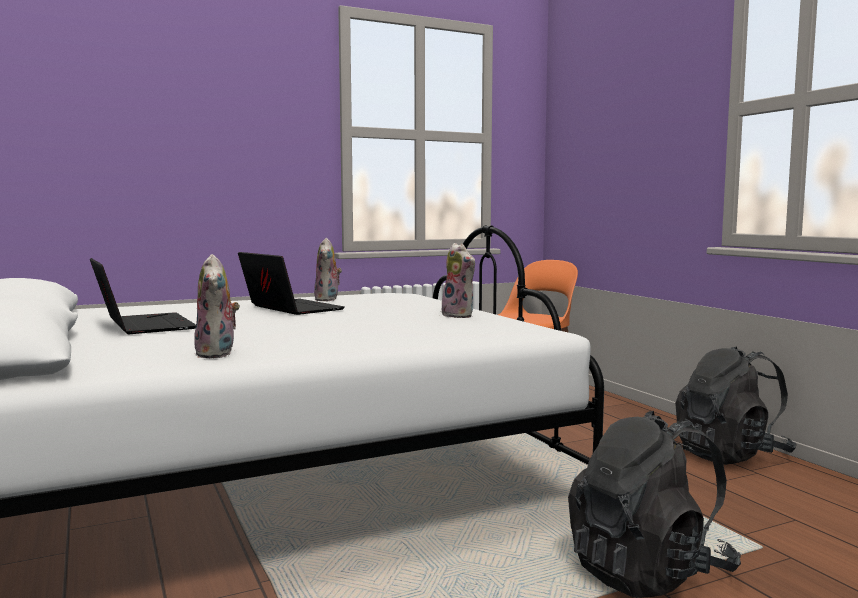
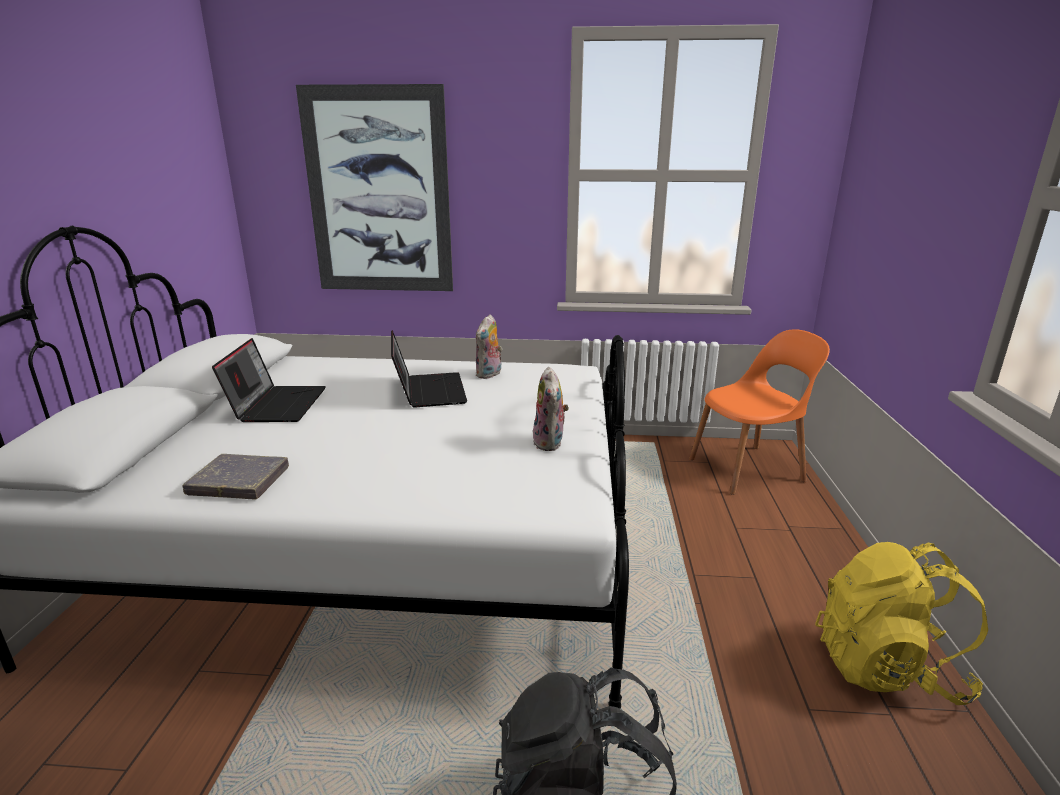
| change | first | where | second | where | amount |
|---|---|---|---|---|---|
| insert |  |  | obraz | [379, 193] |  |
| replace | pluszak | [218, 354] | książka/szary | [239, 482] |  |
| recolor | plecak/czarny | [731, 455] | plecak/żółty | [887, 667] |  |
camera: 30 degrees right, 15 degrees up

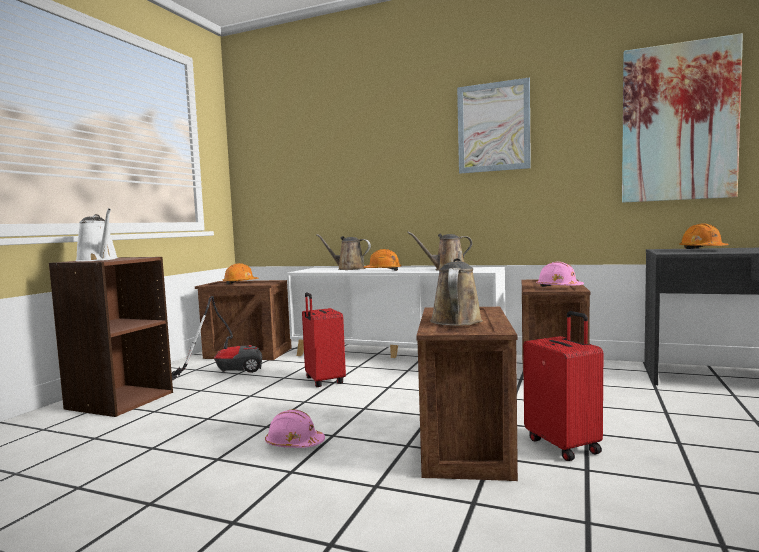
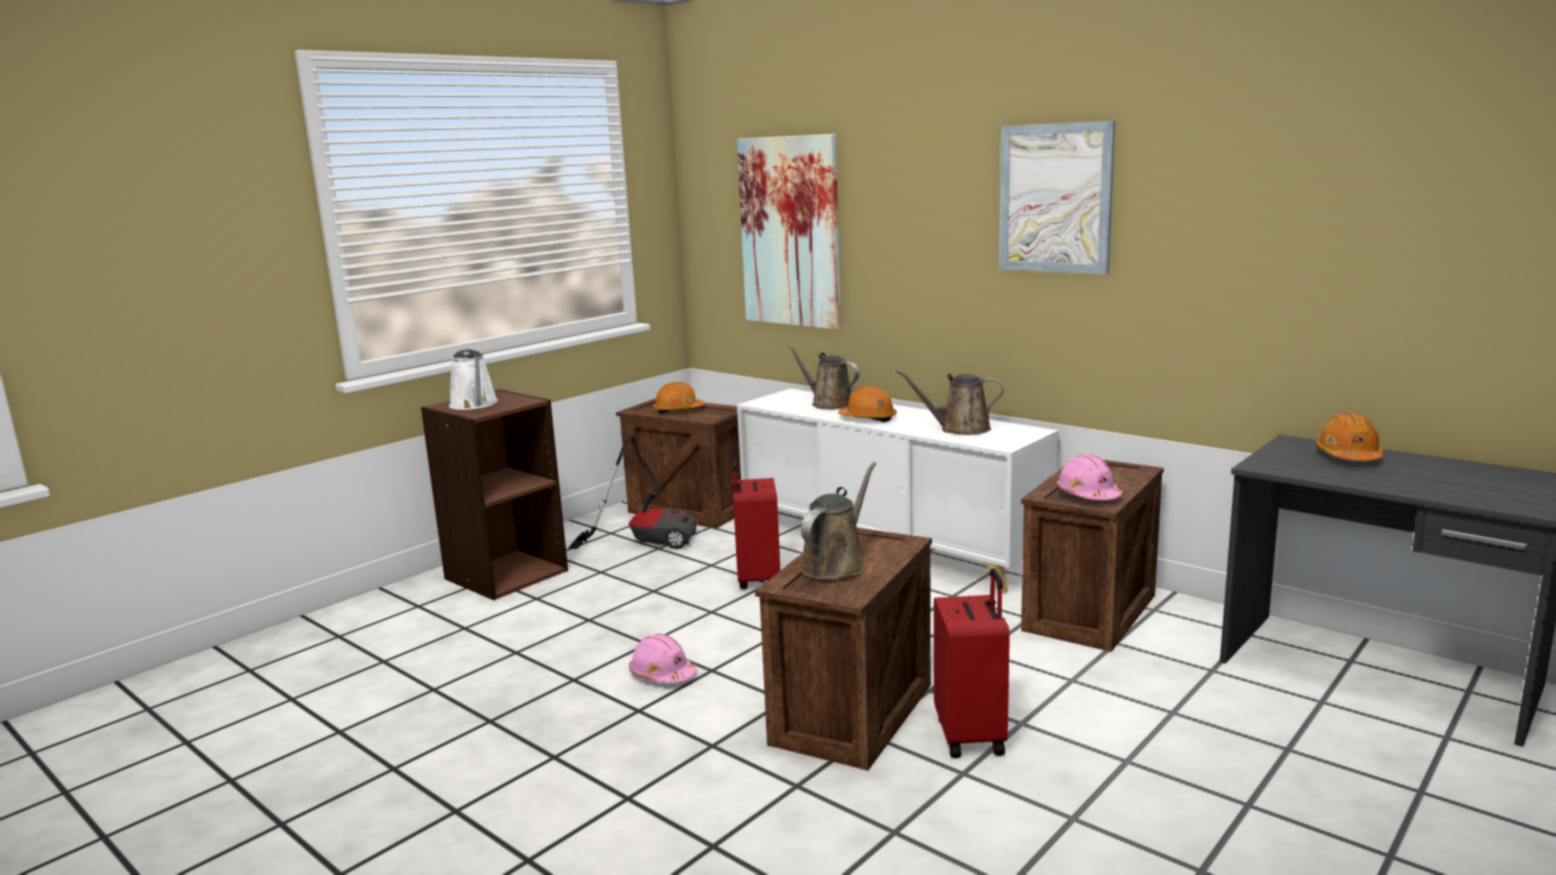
| change | first | where | second | where | amount |
|---|---|---|---|---|---|
| move | obraz | [678, 123] |  | [790, 232] |  |
camera: 20 degrees right, 10 degrees up

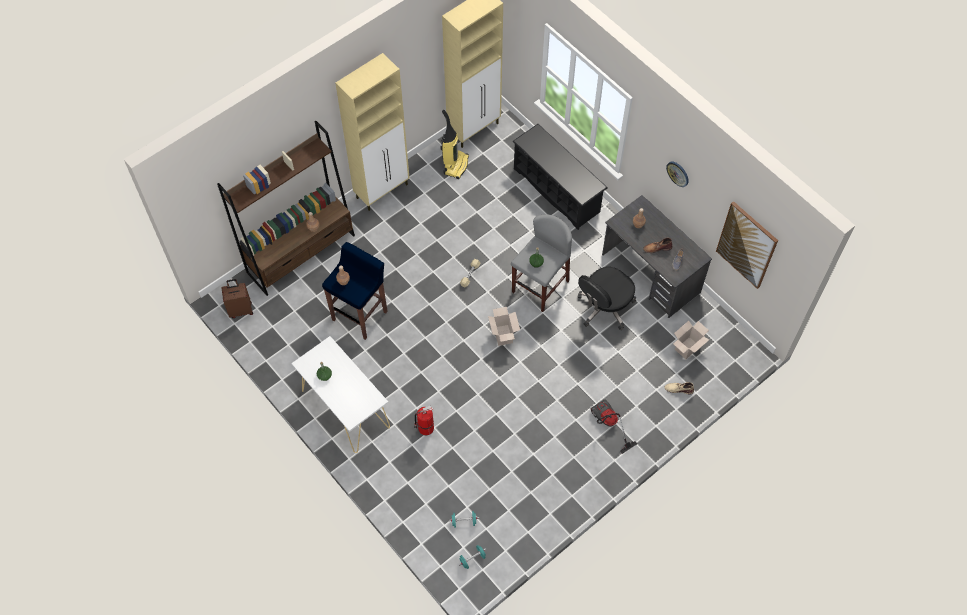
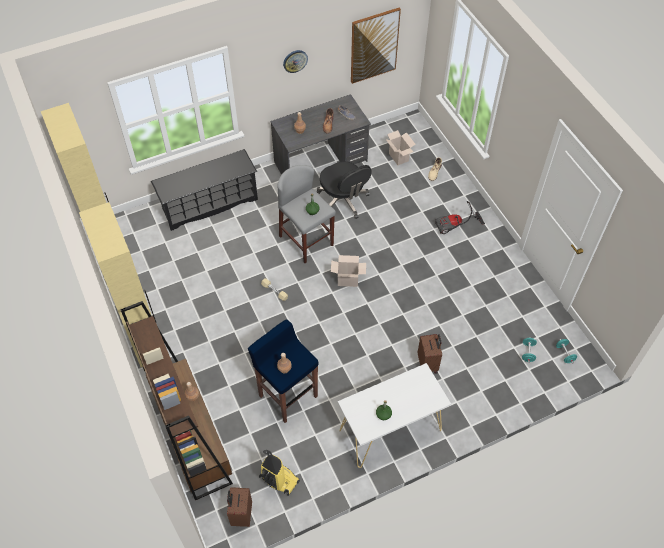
| change | first | where | second | where | amount |
|---|---|---|---|---|---|
| move | odkurzacz | [455, 165] |  | [278, 480] |  |
| replace | gaśnica | [425, 428] | walizka/brązowy | [428, 364] |  |
camera: 75 degrees left, 5 degrees down

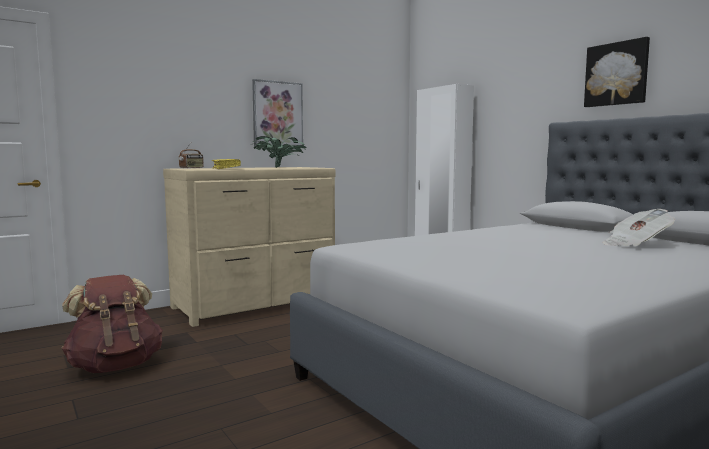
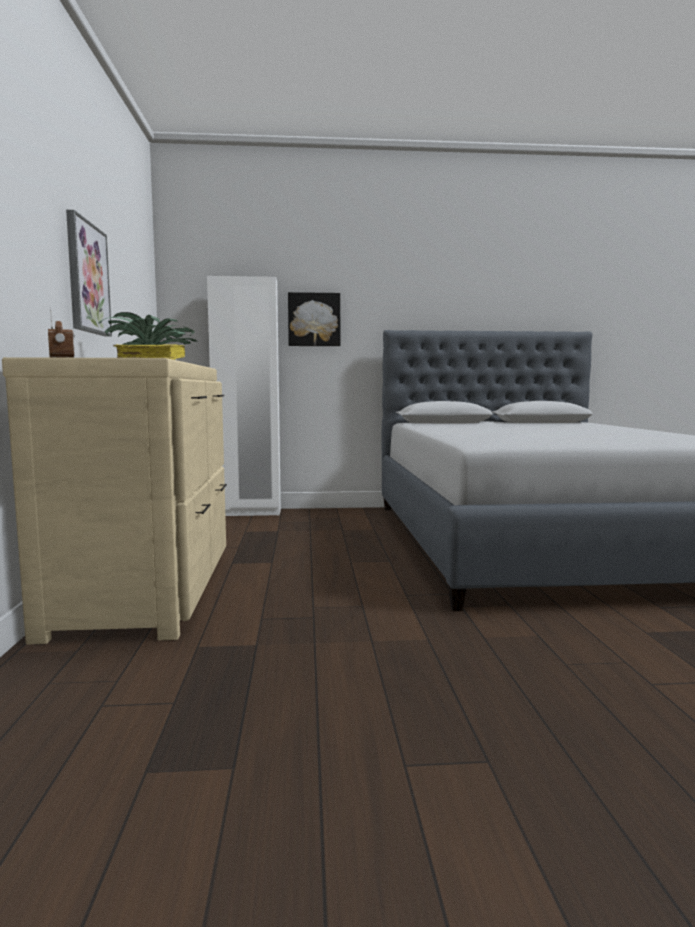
| change | first | where | second | where | amount |
|---|---|---|---|---|---|
| delete | plecak/brązowy | [116, 366] |  |  |  |
| delete | gazeta | [635, 244] |  |  |  |
| move | obraz | [616, 74] |  | [314, 320] |  |
camera: 60 degrees left, 0 degrees up

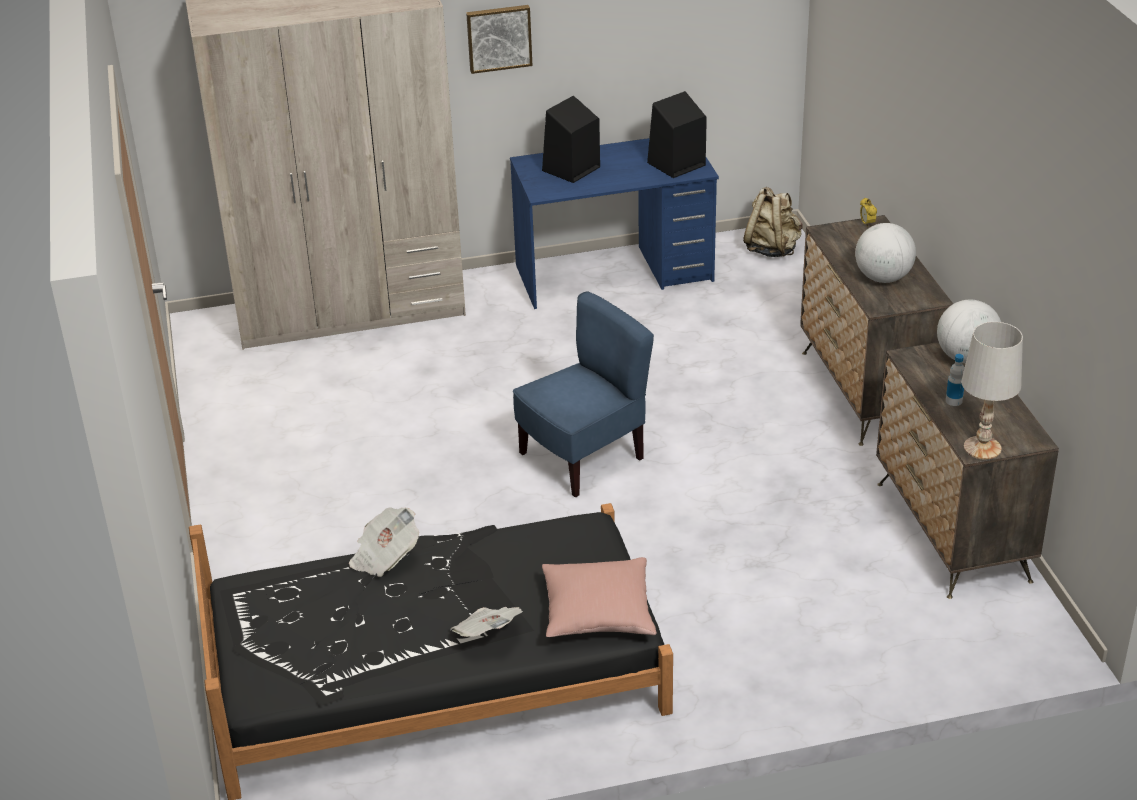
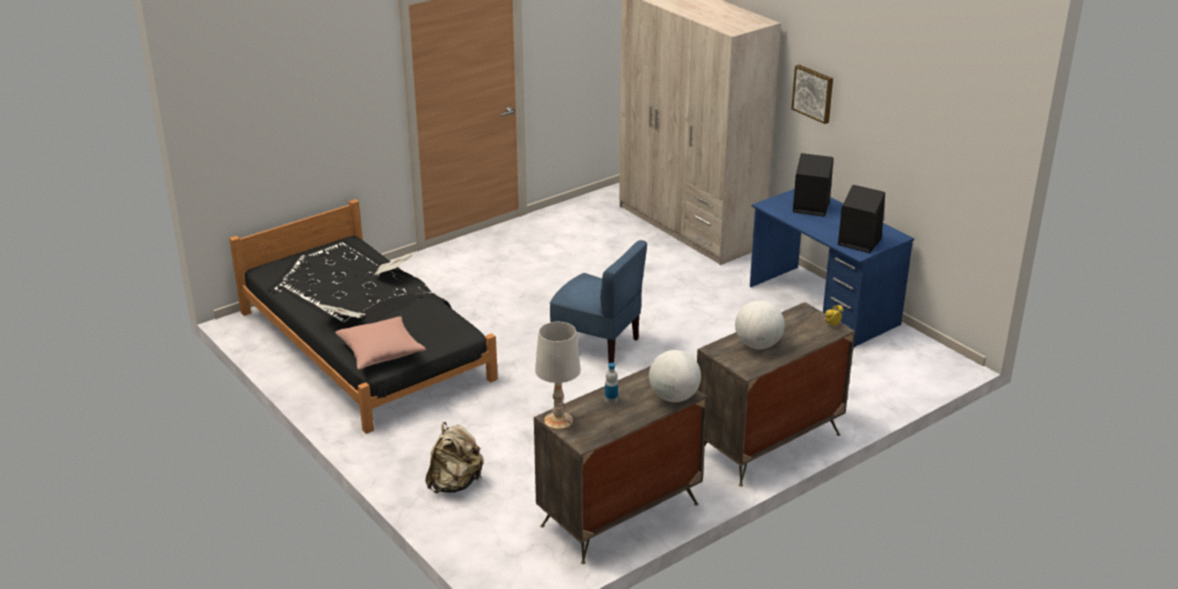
| change | first | where | second | where | amount |
|---|---|---|---|---|---|
| move | plecak/beżowy | [772, 249] |  | [455, 484] |  |
camera: 65 degrees right, 5 degrees down

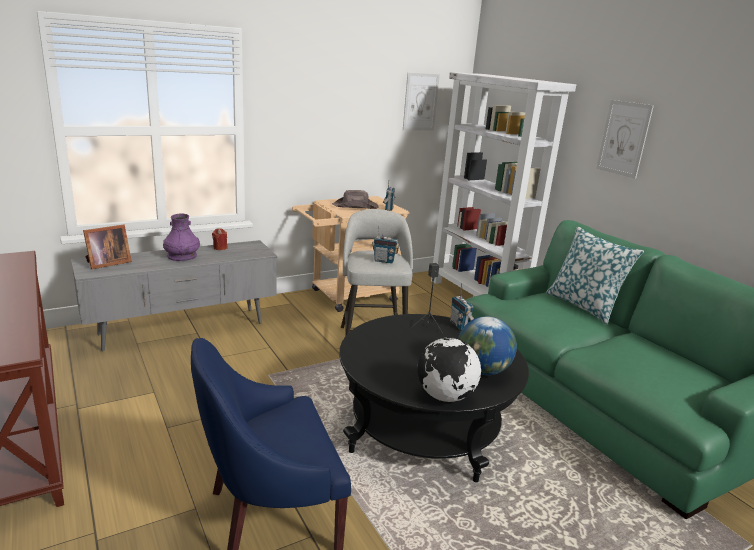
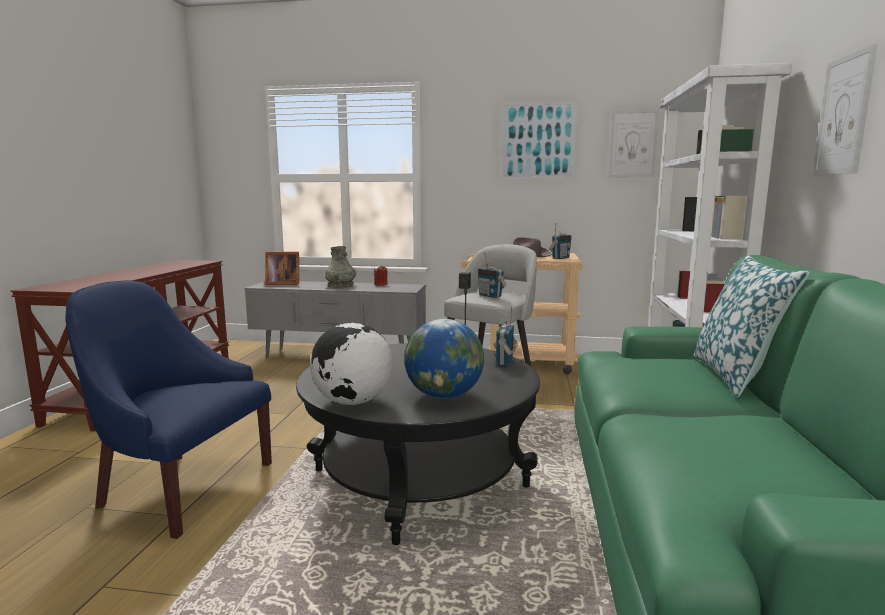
| change | first | where | second | where | amount |
|---|---|---|---|---|---|
| insert |  |  | obraz | [538, 141] |  |
| recolor | wazon/fioletowy | [182, 256] | wazon/szary | [340, 285] |  |
camera: 40 degrees right, 10 degrees down

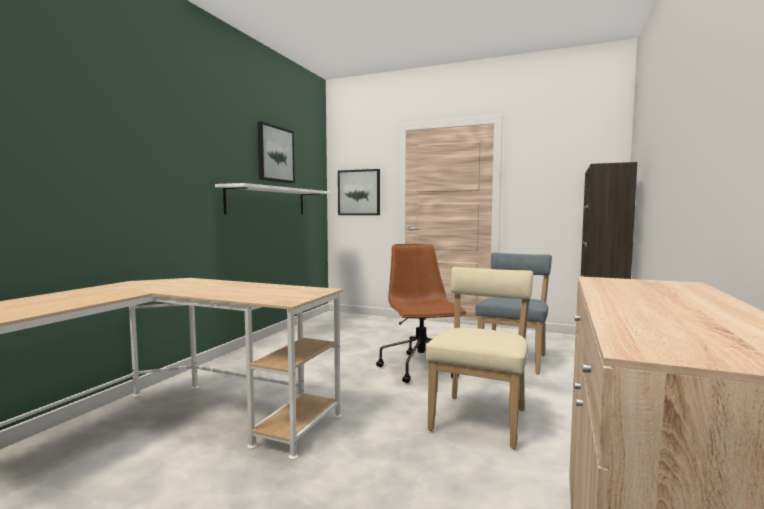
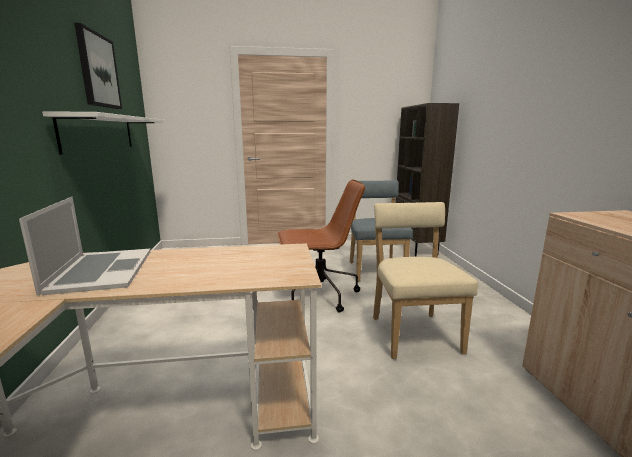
| change | first | where | second | where | amount |
|---|---|---|---|---|---|
| delete | obraz | [359, 192] |  |  |  |
| insert |  |  | laptop | [100, 270] |  |
| rotate | krzesło biurowe/brązowy | [421, 368] |  | [319, 295] | 120 degrees clockwise |
camera: 30 degrees left, 10 degrees up

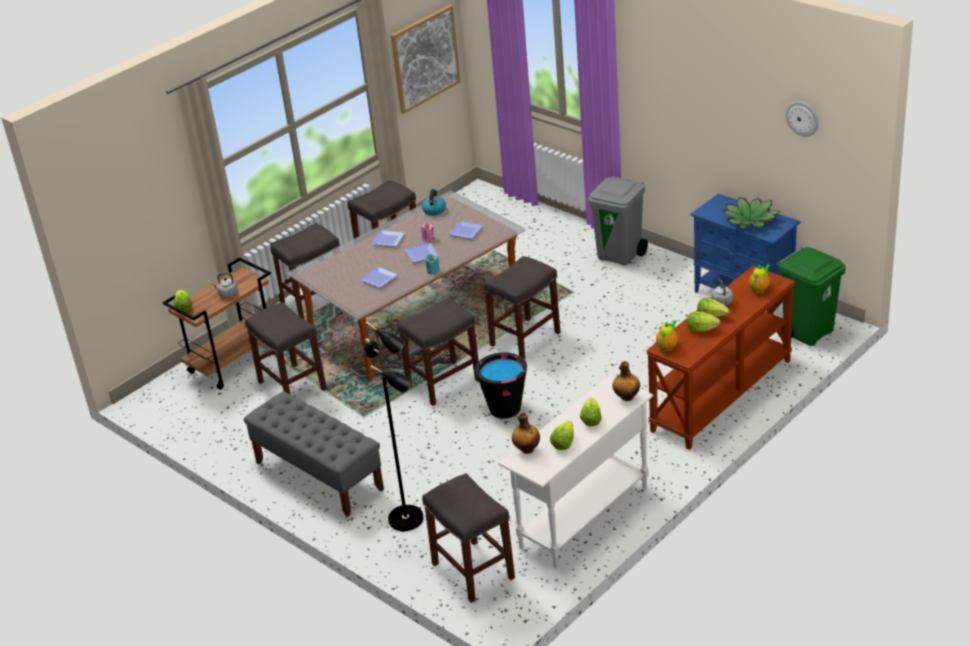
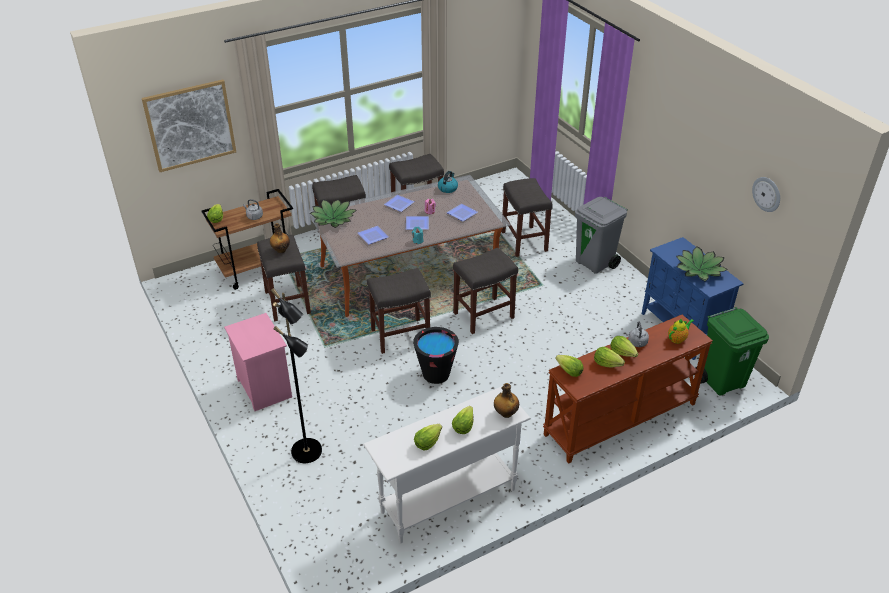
| change | first | where | second | where | amount |
|---|---|---|---|---|---|
| insert |  |  | roślina doniczkowa | [333, 218] |  |
| move | obraz | [425, 58] |  | [190, 125] |  |
| move | stołek/szary | [474, 571] |  | [524, 241] |  |
| move | butelka | [527, 449] |  | [281, 250] |  |
| replace | ławka/szary | [318, 475] | szafka nocna/różowy | [263, 388] |  |
| replace | imbryk | [667, 346] | sałata | [569, 372] |  |
camera: 15 degrees right, 5 degrees up

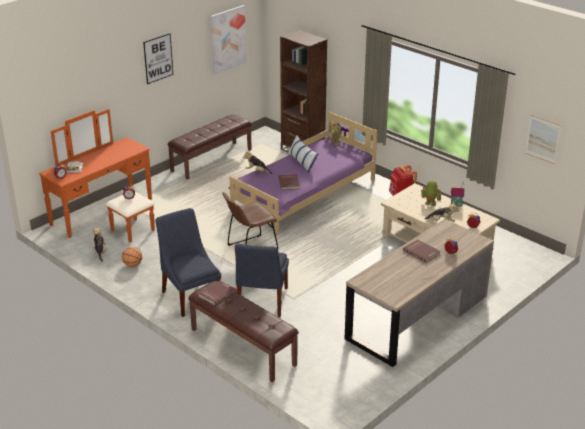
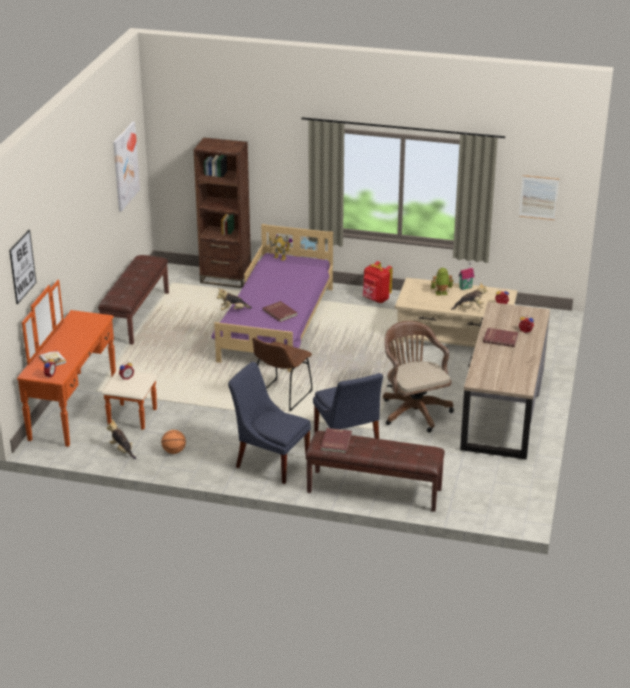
| change | first | where | second | where | amount |
|---|---|---|---|---|---|
| delete | poduszka | [302, 162] |  |  |  |
| insert |  |  | krzesło biurowe/brązowy | [414, 410] |  |
| move | obraz | [158, 58] |  | [22, 266] |  |
camera: 30 degrees left, 0 degrees up

